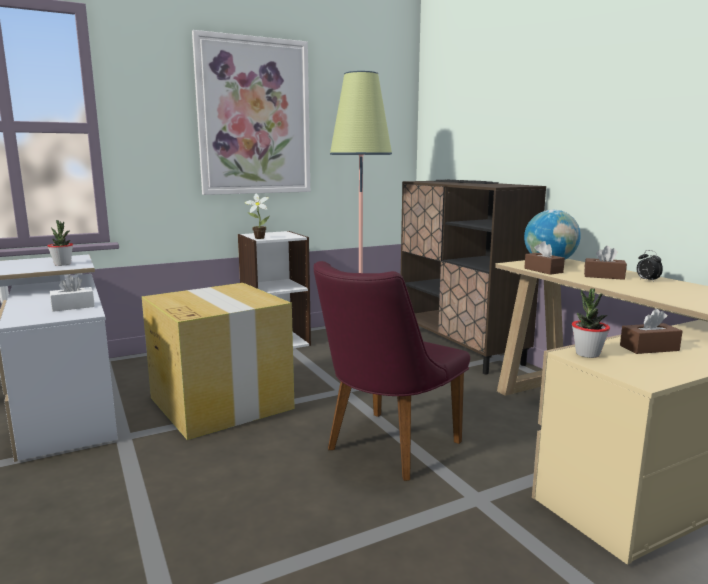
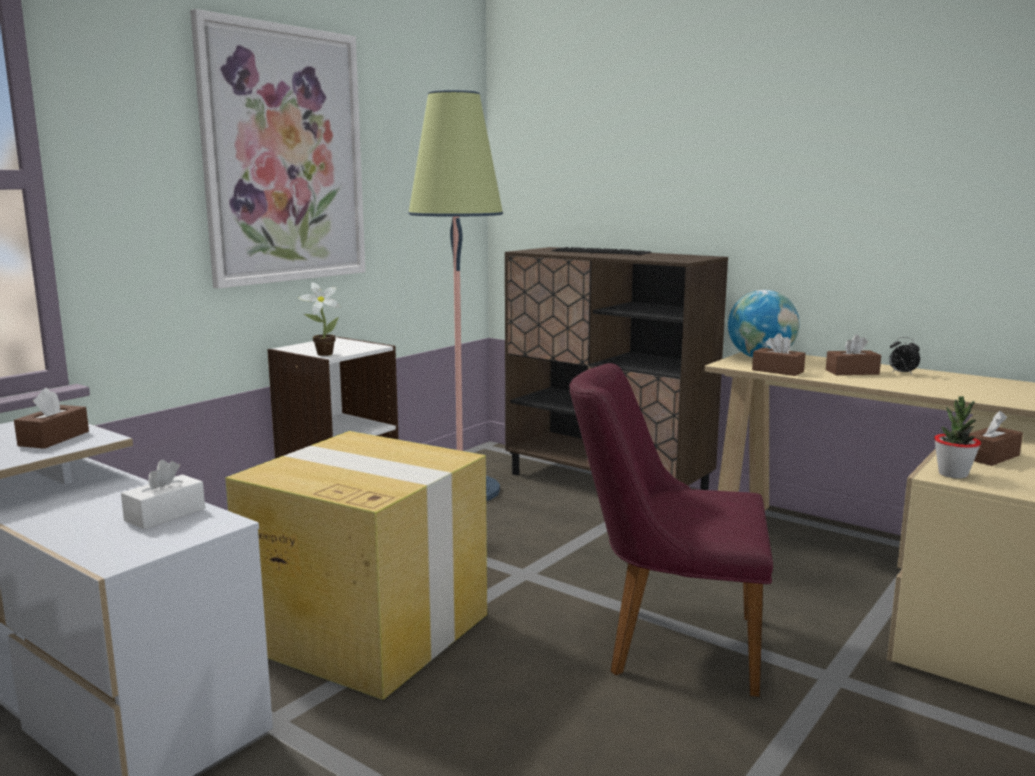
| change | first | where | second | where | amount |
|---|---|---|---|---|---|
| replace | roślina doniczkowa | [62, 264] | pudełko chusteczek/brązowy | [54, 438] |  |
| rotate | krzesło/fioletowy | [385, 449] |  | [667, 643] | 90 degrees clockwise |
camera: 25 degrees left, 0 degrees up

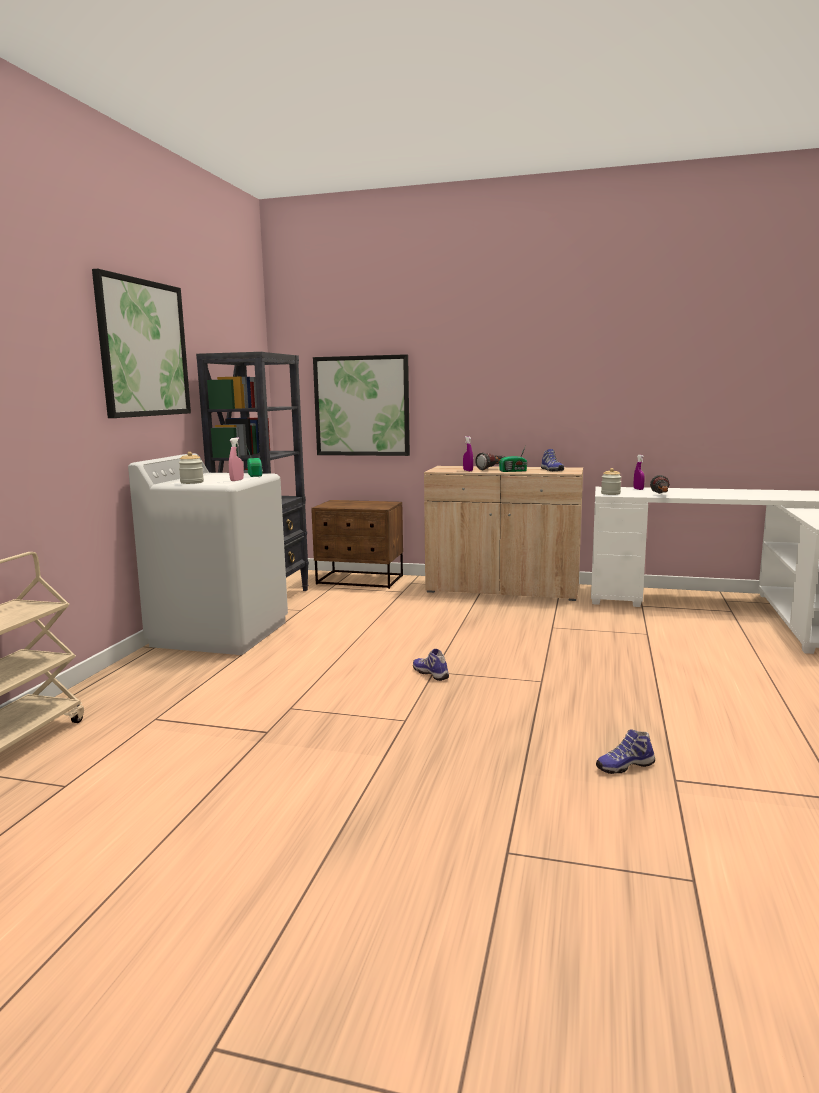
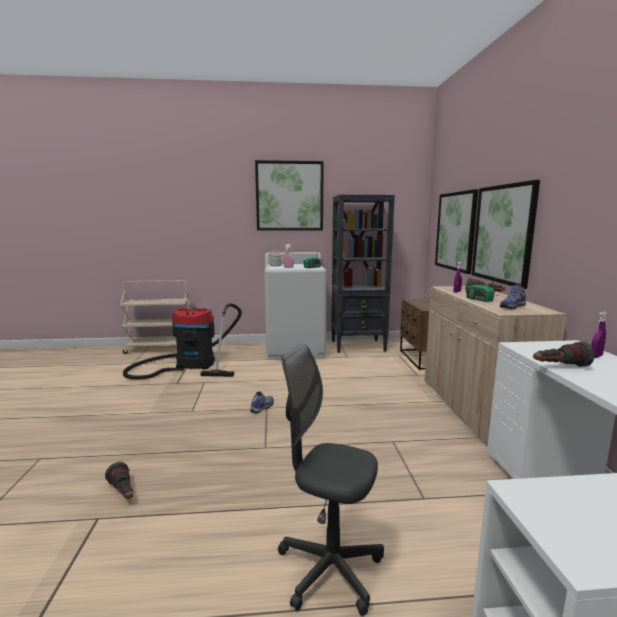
| change | first | where | second | where | amount |
|---|---|---|---|---|---|
| delete | słoik | [610, 493] |  |  |  |
| insert |  |  | odkurzacz | [191, 364] |  |
| insert |  |  | krzesło biurowe/szary | [329, 569] |  |
| insert |  |  | obraz | [503, 234] |  |
| replace | but | [624, 765] | latarka | [123, 493] |  |
camera: 70 degrees right, 0 degrees up

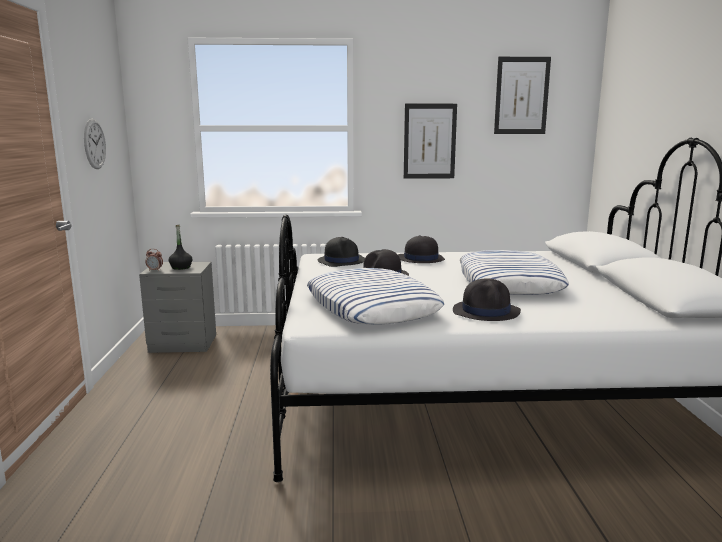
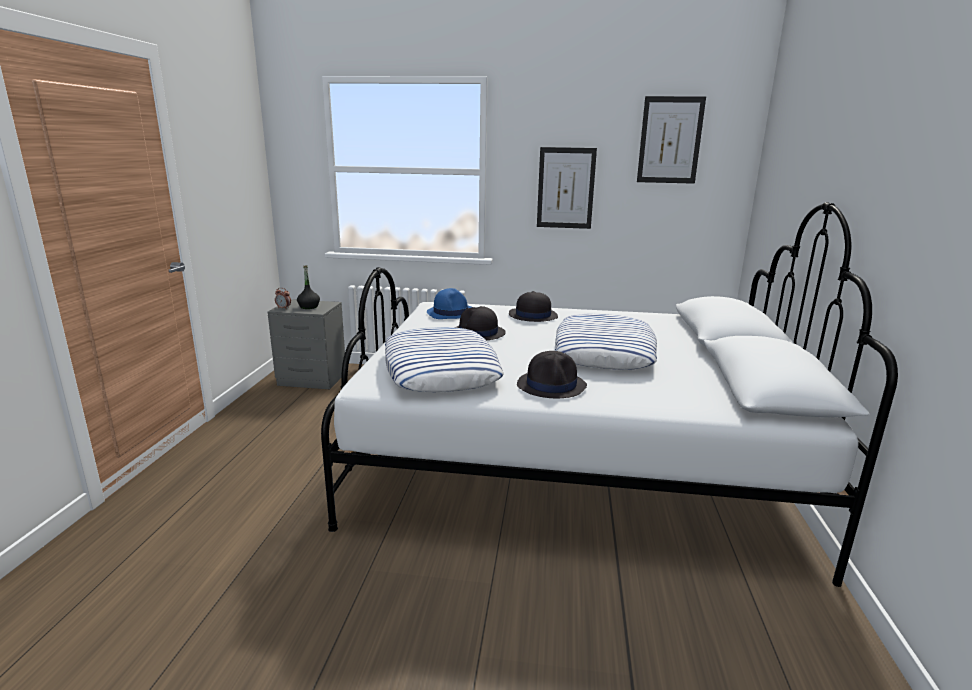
| change | first | where | second | where | amount |
|---|---|---|---|---|---|
| delete | zegar ścienny | [94, 144] |  |  |  |
| recolor | kapelusz/czarny | [341, 261] | kapelusz/niebieski | [451, 313] |  |
camera: 10 degrees right, 5 degrees up

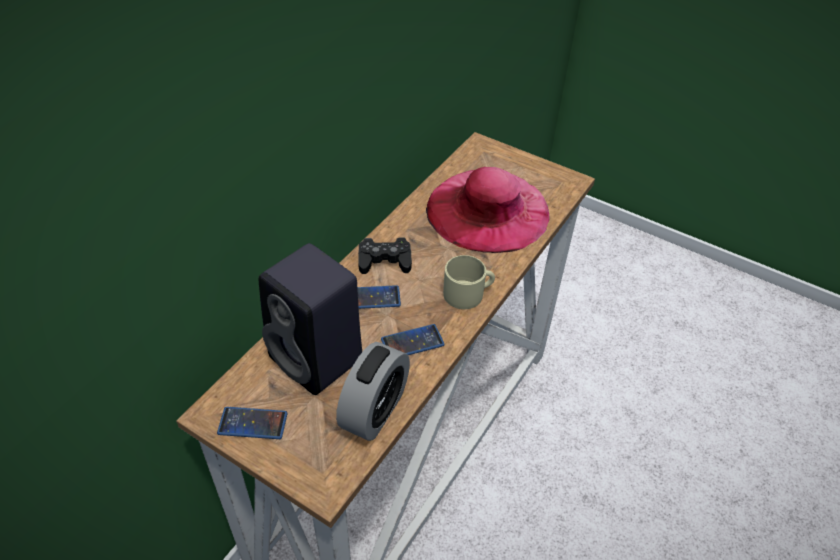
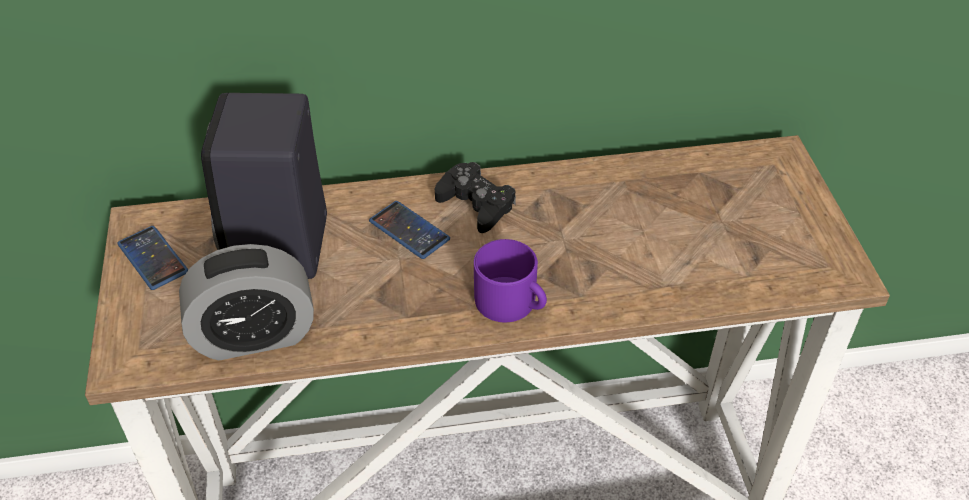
| change | first | where | second | where | amount |
|---|---|---|---|---|---|
| delete | telefon | [412, 342] |  |  |  |
| delete | kapelusz/różowy | [488, 210] |  |  |  |
| recolor | kubek/beżowy | [468, 293] | kubek/fioletowy | [511, 303] |  |
camera: 50 degrees right, 0 degrees up

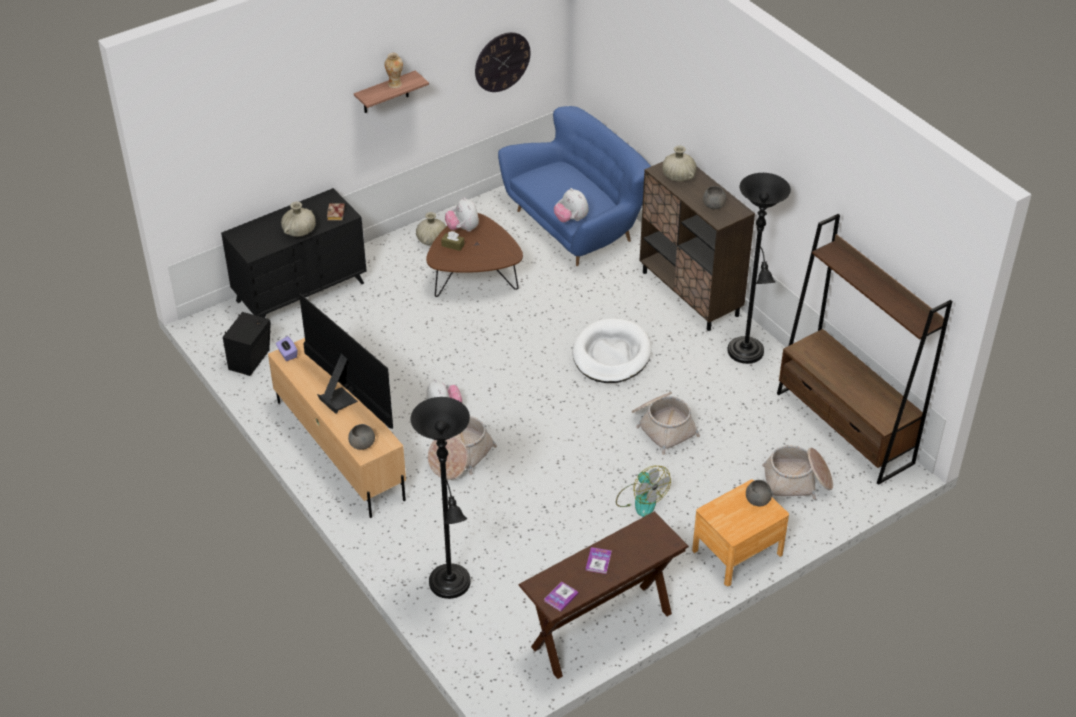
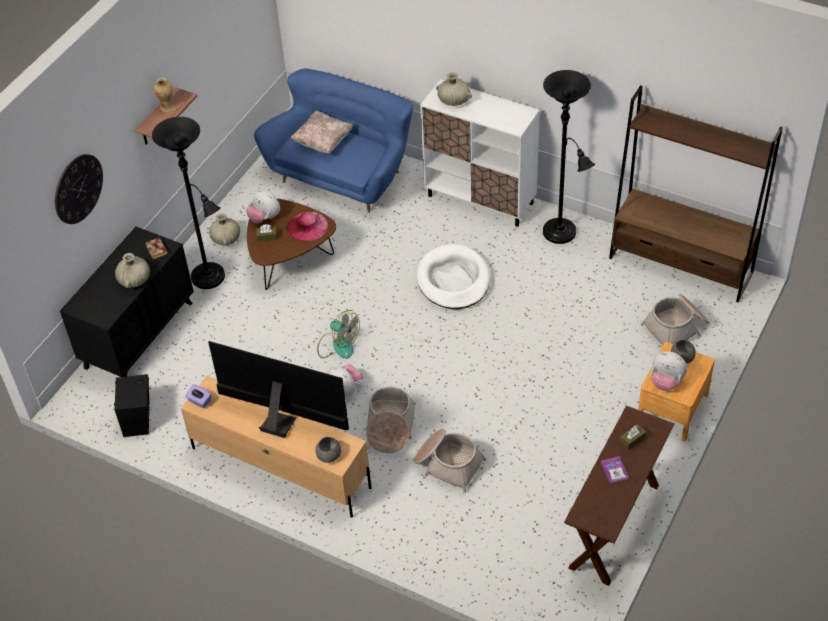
| change | first | where | second | where | amount |
|---|---|---|---|---|---|
| delete | książka | [561, 597] |  |  |  |
| delete | miska/szary | [714, 205] |  |  |  |
| insert |  |  | kapelusz/różowy | [307, 226] |  |
| insert |  |  | poduszka/beżowy | [323, 142] |  |
| insert |  |  | pudełko chusteczek/brązowy | [632, 440] |  |
| move | lampa stojąca/czarny | [451, 586] |  | [211, 279] |  |
| move | zegar ścienny | [502, 62] |  | [78, 188] |  |
| move | pluszak | [571, 219] |  | [666, 382] |  |
| move | wentylator | [641, 499] |  | [338, 345] |  |
| move | koszyk | [663, 427] |  | [447, 464] |  |
| recolor | szafka/brązowy | [690, 294] | szafka/biały | [481, 199] |  |
camera: 25 degrees left, 5 degrees up

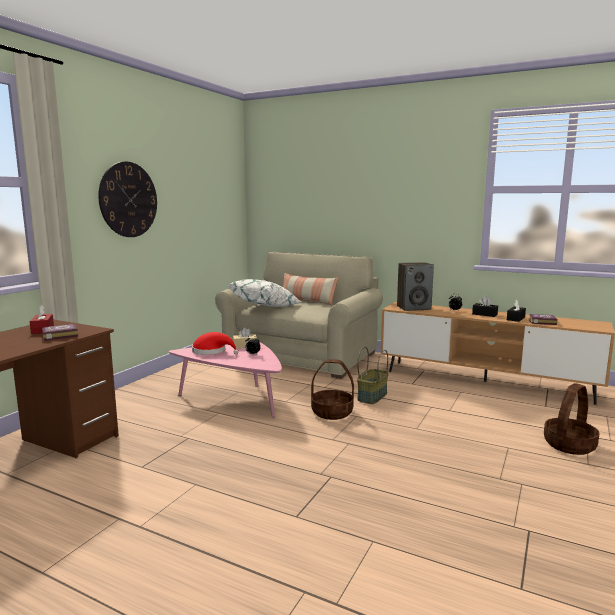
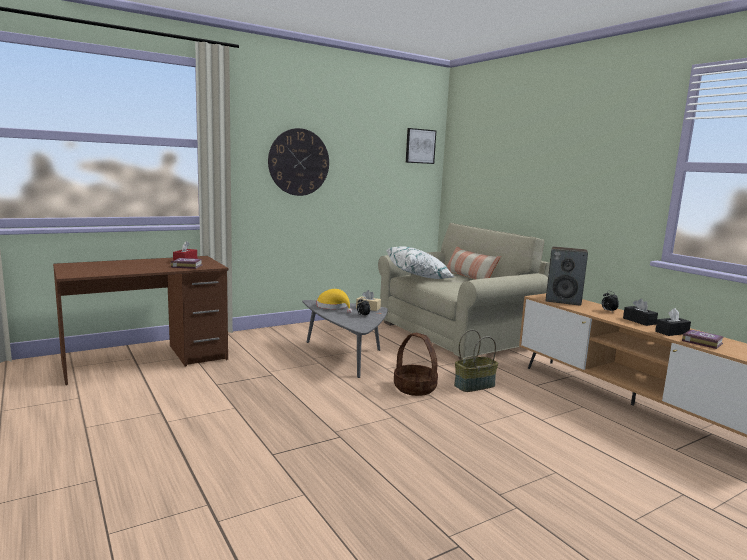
| change | first | where | second | where | amount |
|---|---|---|---|---|---|
| delete | koszyk | [569, 445] |  |  |  |
| insert |  |  | obraz | [420, 146] |  |
| recolor | ława/różowy | [235, 398] | ława/szary | [347, 355] |  |
| recolor | kapelusz/czerwony | [212, 351] | kapelusz/żółty | [334, 307] |  |
camera: 30 degrees right, 0 degrees up

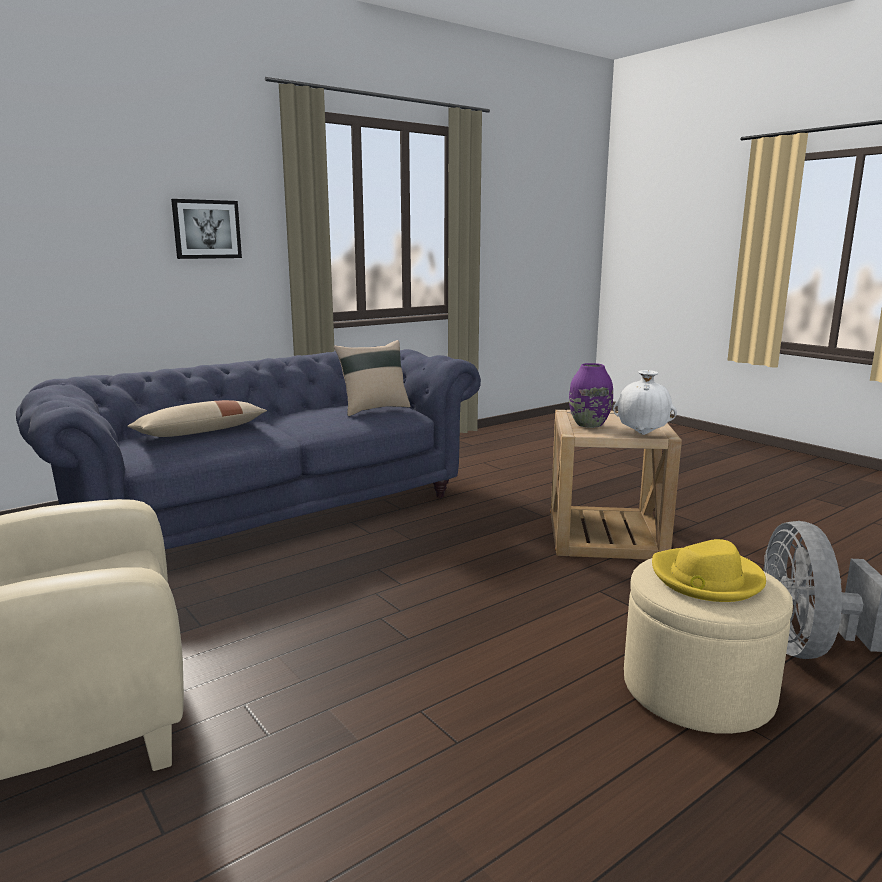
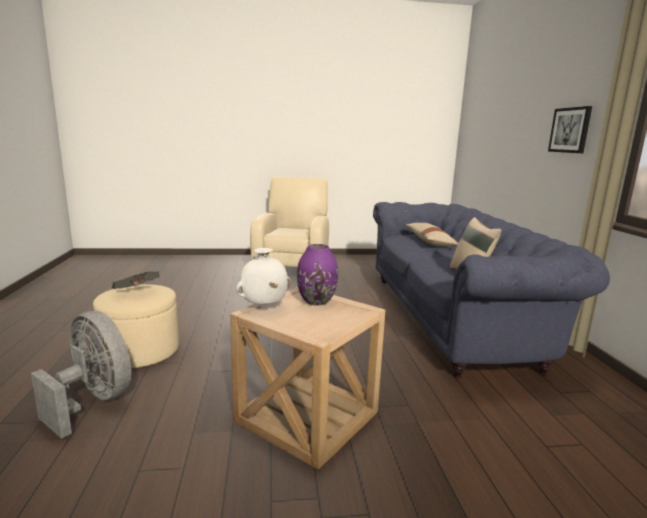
| change | first | where | second | where | amount |
|---|---|---|---|---|---|
| replace | kapelusz/żółty | [706, 579] | gazeta | [136, 292] |  |
camera: 120 degrees right, 0 degrees up

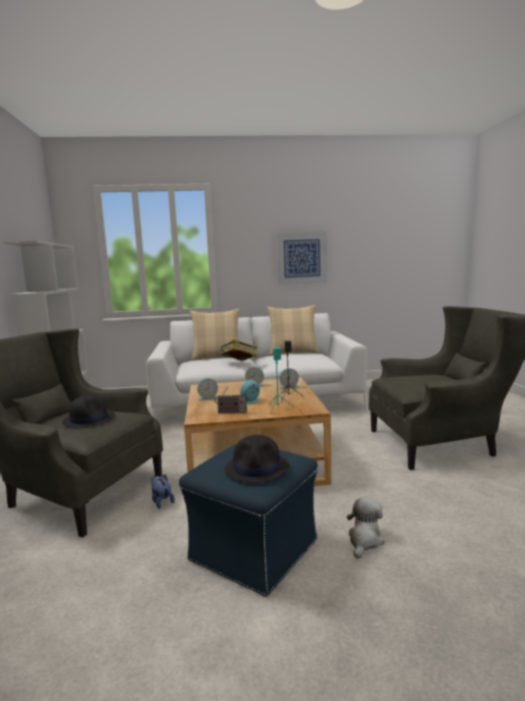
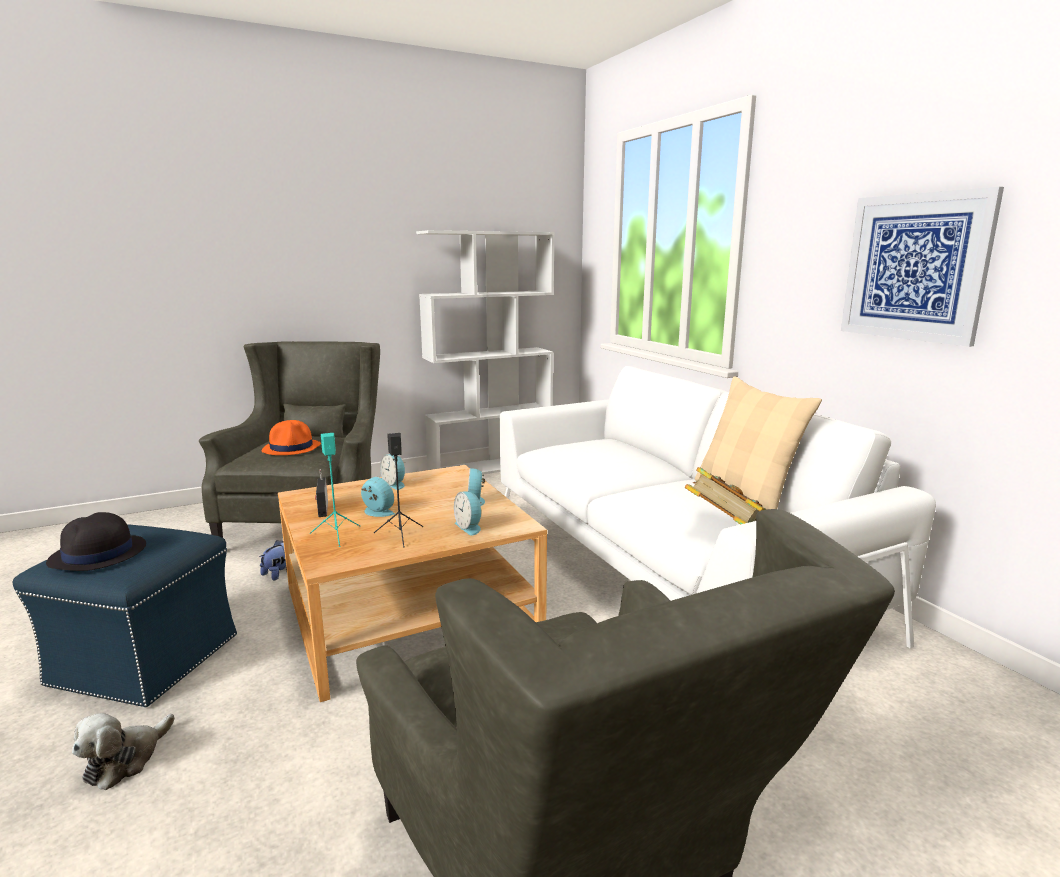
| change | first | where | second | where | amount |
|---|---|---|---|---|---|
| delete | poduszka/beżowy | [217, 357] |  |  |  |
| move | książka | [238, 363] |  | [723, 528] |  |
| recolor | kapelusz/czarny | [89, 419] | kapelusz/pomarańczowy | [292, 448] |  |
| rotate | pluszak | [364, 540] |  | [125, 760] | 105 degrees clockwise |
camera: 70 degrees right, 5 degrees up

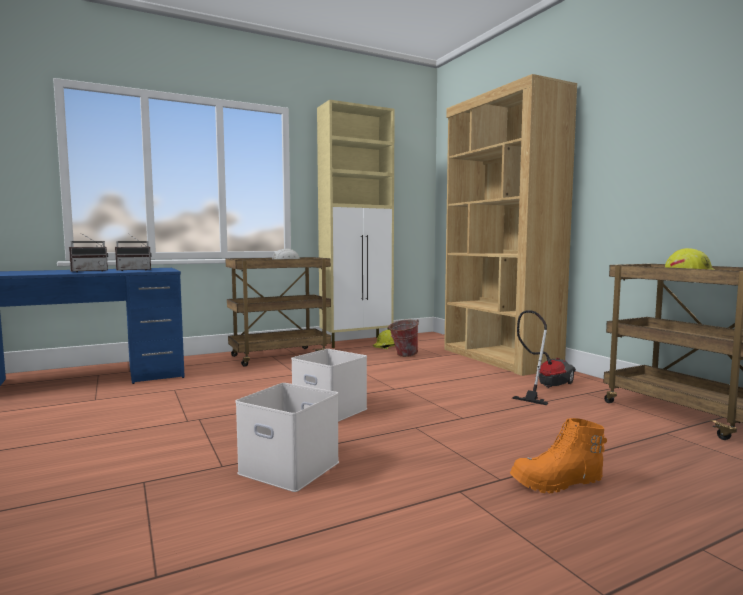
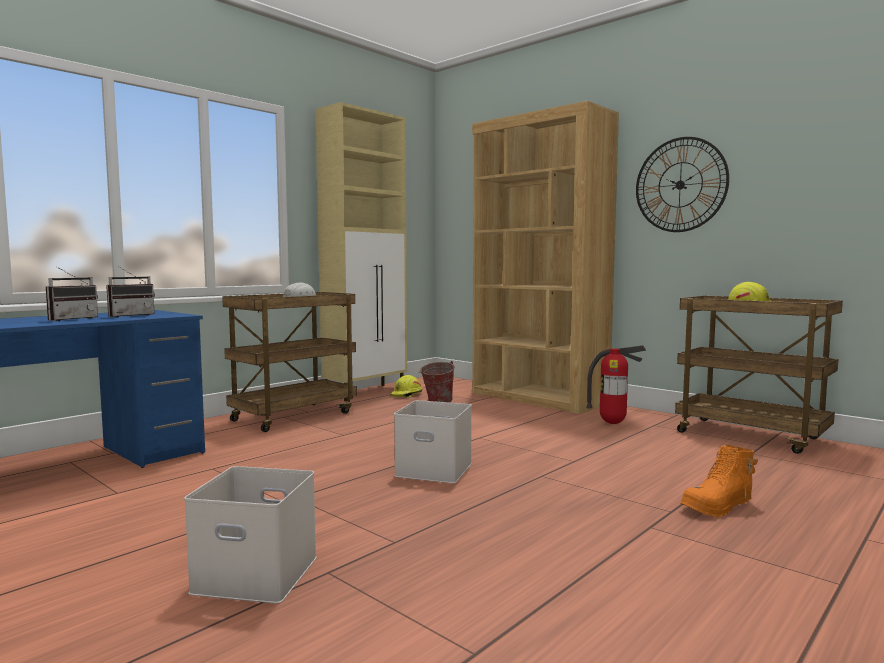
| change | first | where | second | where | amount |
|---|---|---|---|---|---|
| insert |  |  | zegar ścienny | [680, 185] |  |
| move | pojemnik do przechowywania/biały | [287, 468] |  | [253, 575] |  |
| replace | odkurzacz | [545, 387] | gaśnica | [612, 423] |  |
camera: 20 degrees left, 0 degrees up

